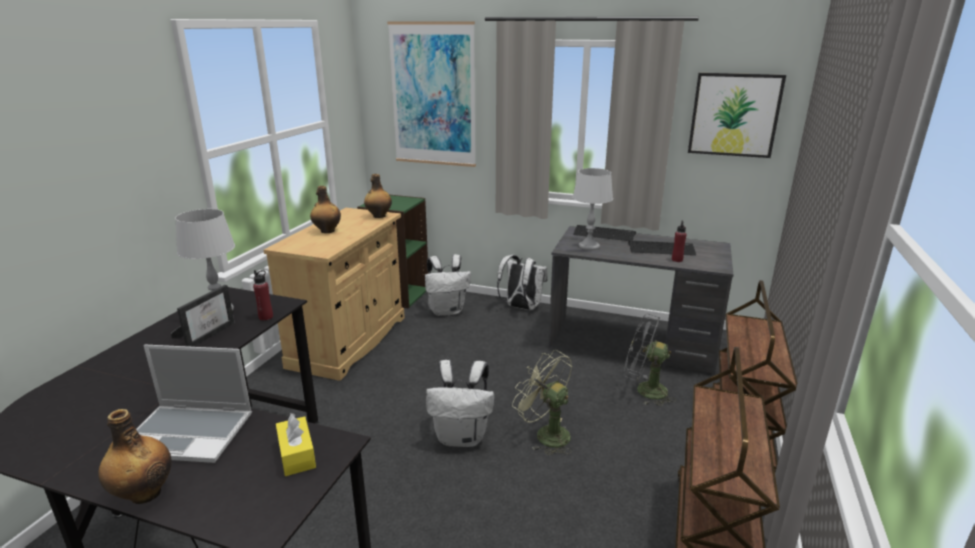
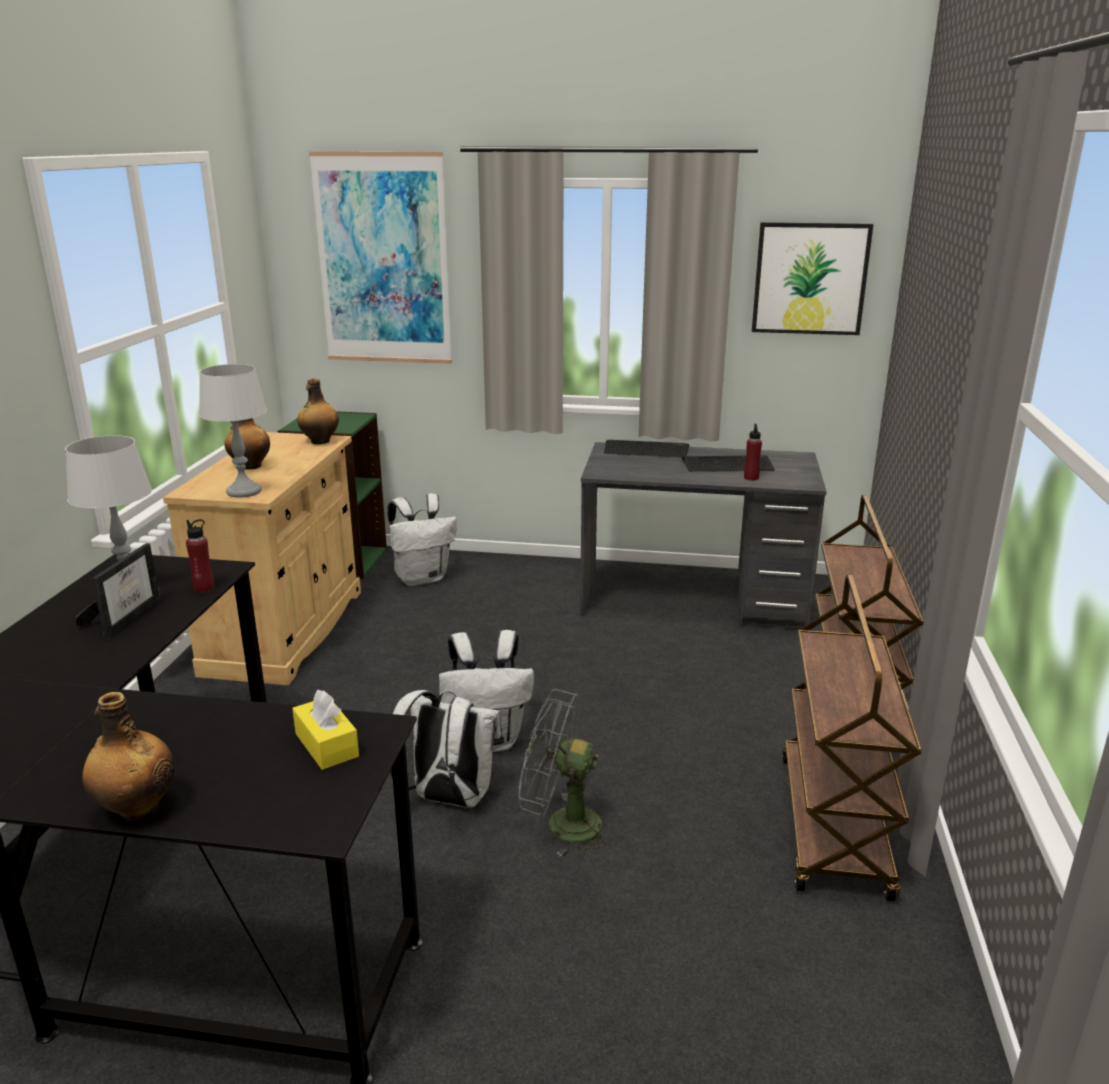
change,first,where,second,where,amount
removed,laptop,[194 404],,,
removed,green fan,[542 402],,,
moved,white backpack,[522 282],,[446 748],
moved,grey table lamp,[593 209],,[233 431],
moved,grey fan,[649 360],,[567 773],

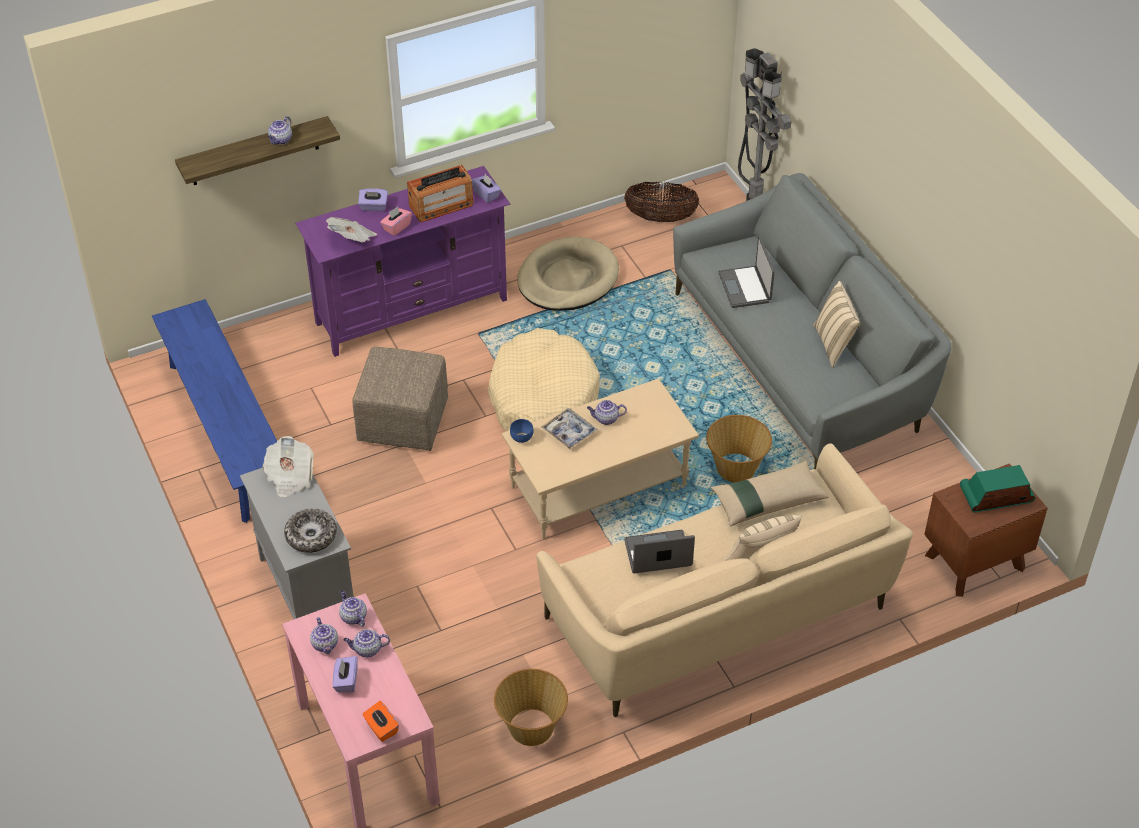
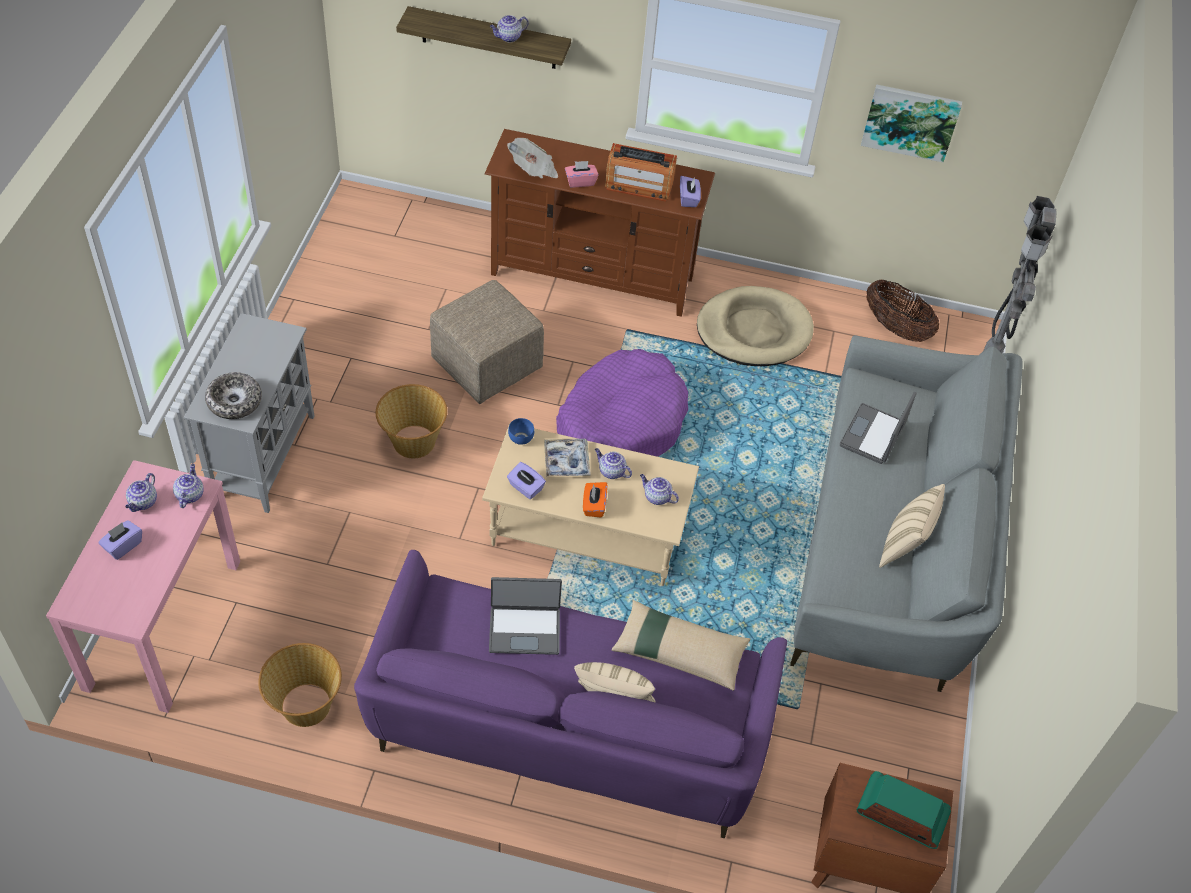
change,first,where,second,where,amount
removed,blue bench,[214 411],,,
removed,newspaper,[288 467],,,
added,,,picture,[911 123],
moved,teapot,[366 643],,[659 489],
moved,purple tissue box,[373 199],,[526 480],
moved,orange tissue box,[380 721],,[595 499],
moved,basket,[739 449],,[411 421],
recoloured,purple tv stand,[402 261],brown tv stand,[600 223],
recoloured,beige dog bed,[544 379],purple dog bed,[622 403],
recoloured,beige sofa,[724 580],purple sofa,[570 694],
turned,laptop,[659 552],,[525 616],150 degrees clockwise

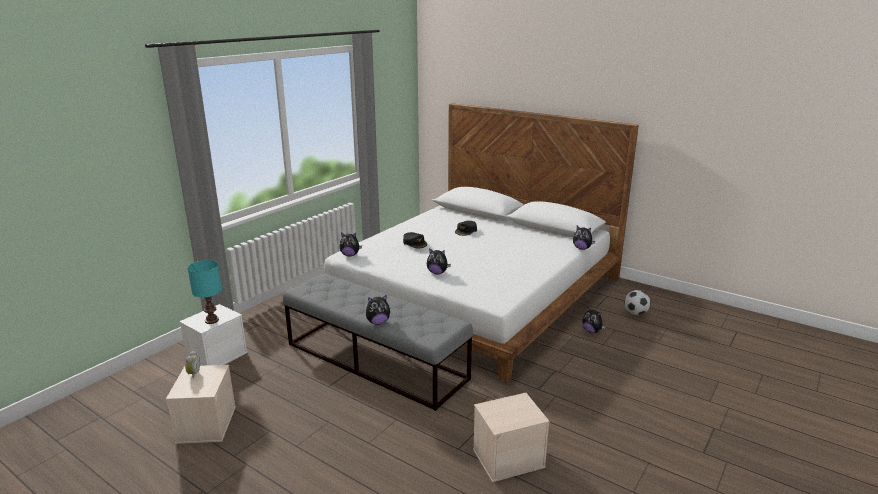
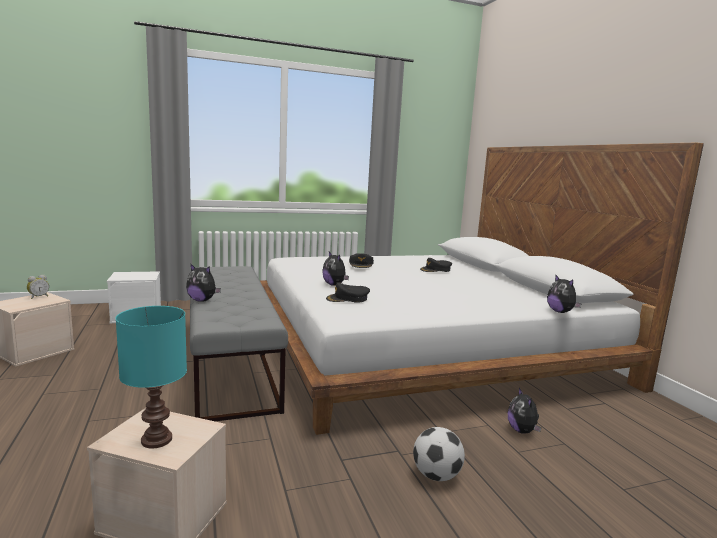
change,first,where,second,where,amount
removed,plush toy,[351 244],,,
added,,,black cap,[348 292],
moved,turquoise table lamp,[205 292],,[151 377],
moved,football,[637 302],,[439 454],

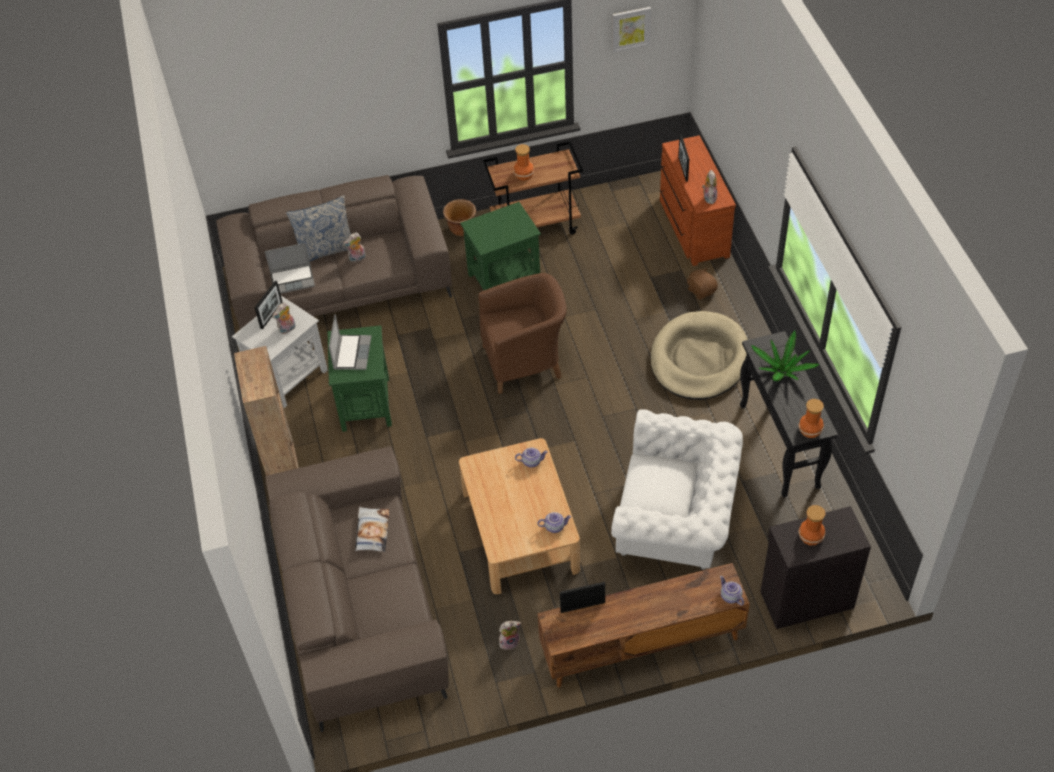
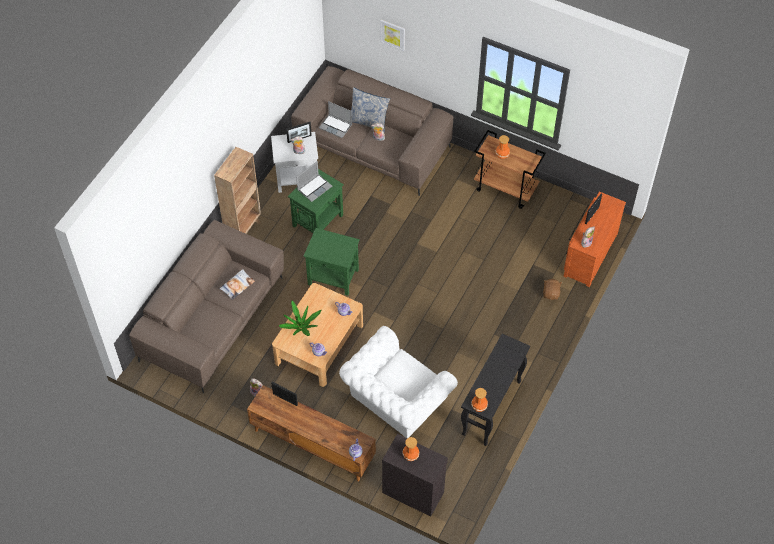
change,first,where,second,where,amount
removed,brown planter,[459 217],,,
removed,brown armchair,[522 333],,,
removed,beige dog bed,[699 355],,,
moved,green side table,[500 246],,[331 262],
moved,picture,[631 30],,[392 35],
moved,potted plant,[785 355],,[300 318],
turned,white armchair,[677 489],,[398 382],75 degrees clockwise

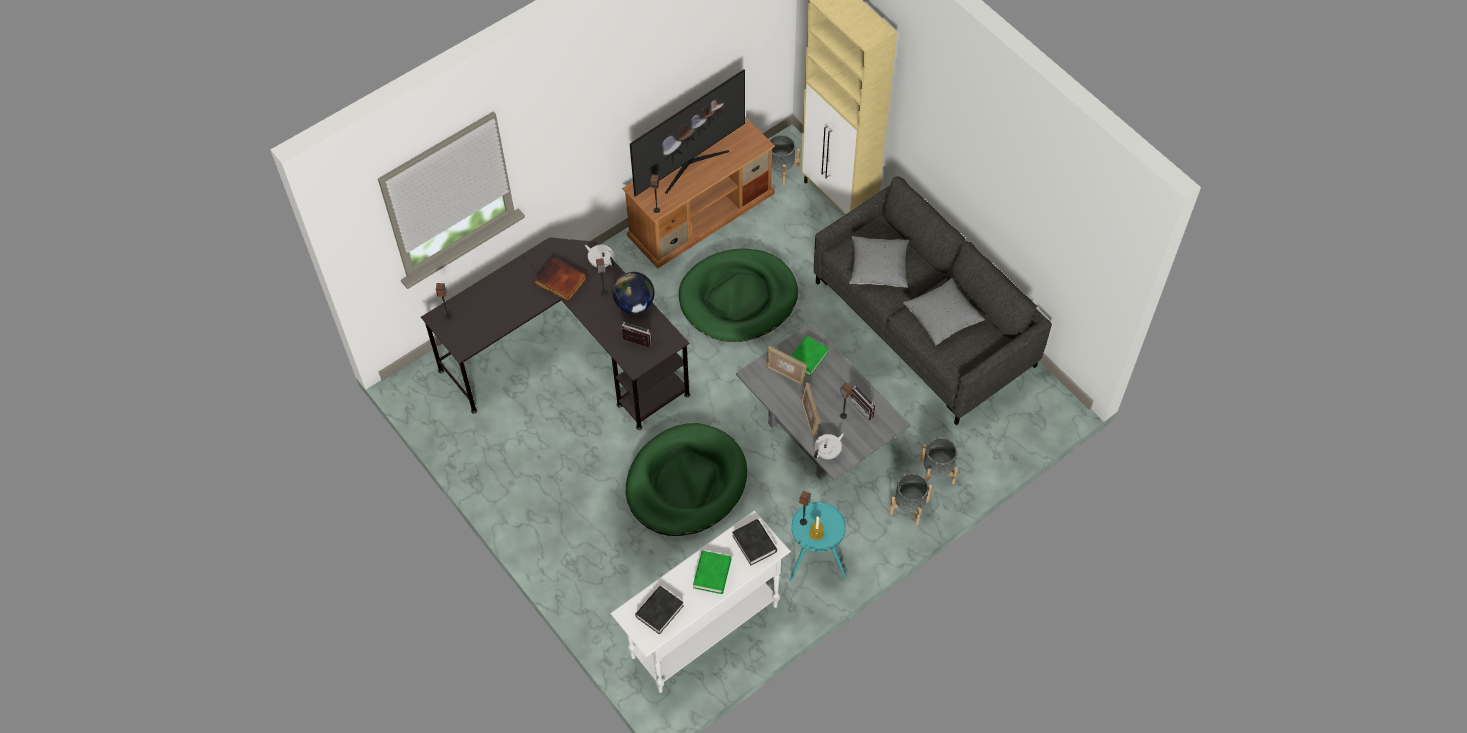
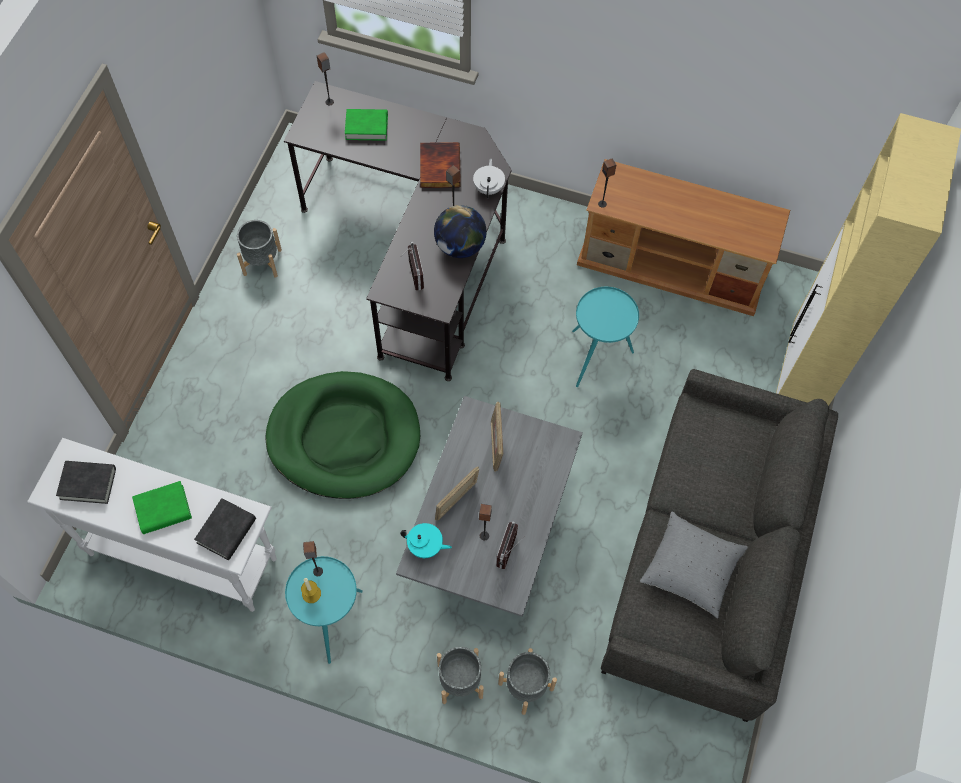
change,first,where,second,where,amount
removed,television,[687 133],,,
removed,grey pillow,[879 262],,,
moved,grey planter,[784 160],,[259 249],
moved,green book,[810 356],,[366 125],
replaced,green dog bed,[738 295],turquoise side table,[605 337],
recoloured,white teapot,[829 446],turquoise teapot,[426 540],

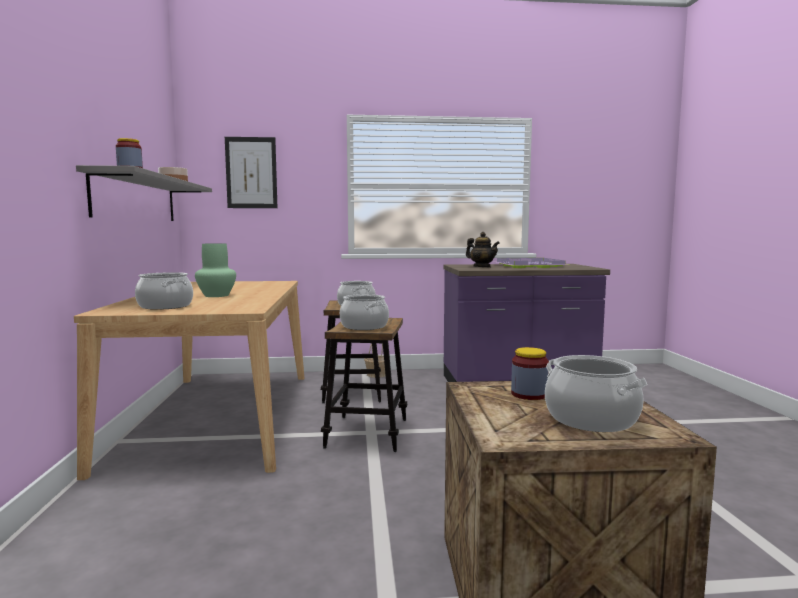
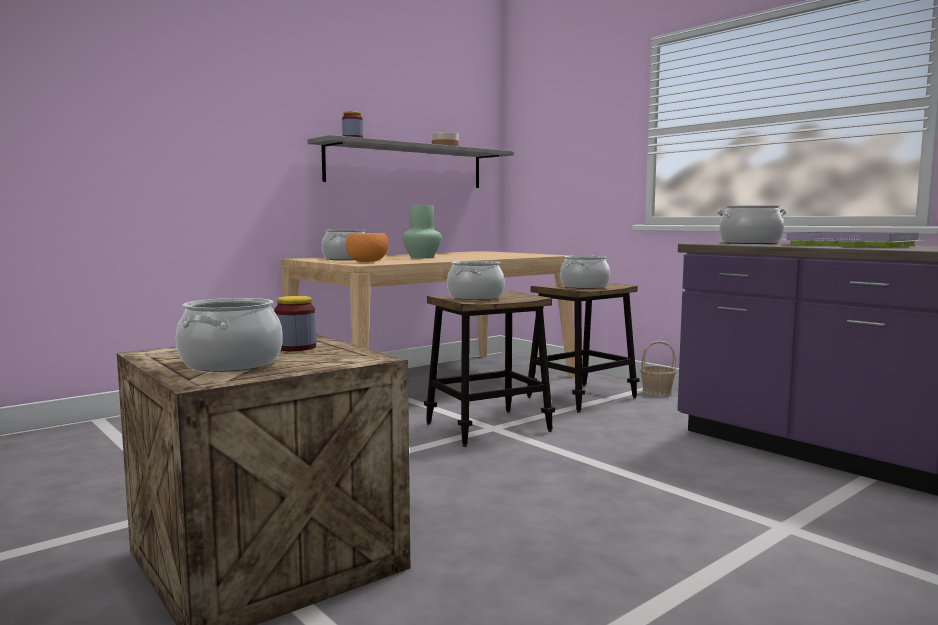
change,first,where,second,where,amount
removed,picture,[251 172],,,
added,,,orange bowl,[367 247],
replaced,teapot,[483 249],cooking pot,[752 225],

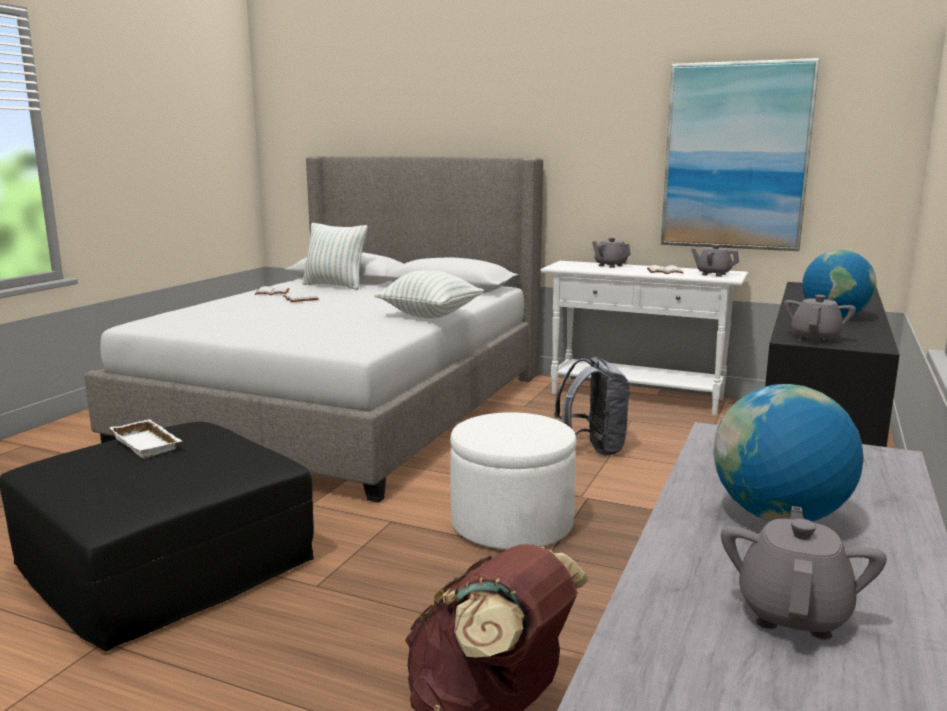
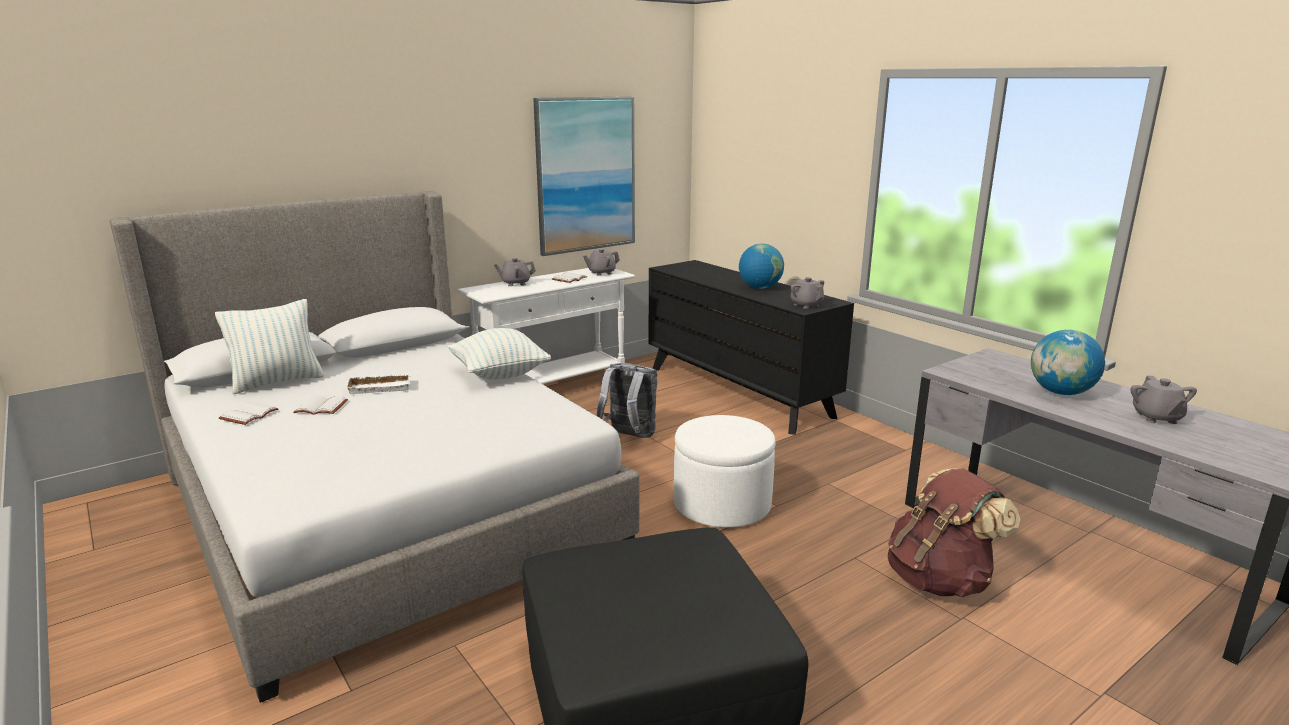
change,first,where,second,where,amount
moved,white tray,[145 439],,[378 384],
turned,grey teapot,[804 573],,[1164 400],135 degrees counterclockwise

